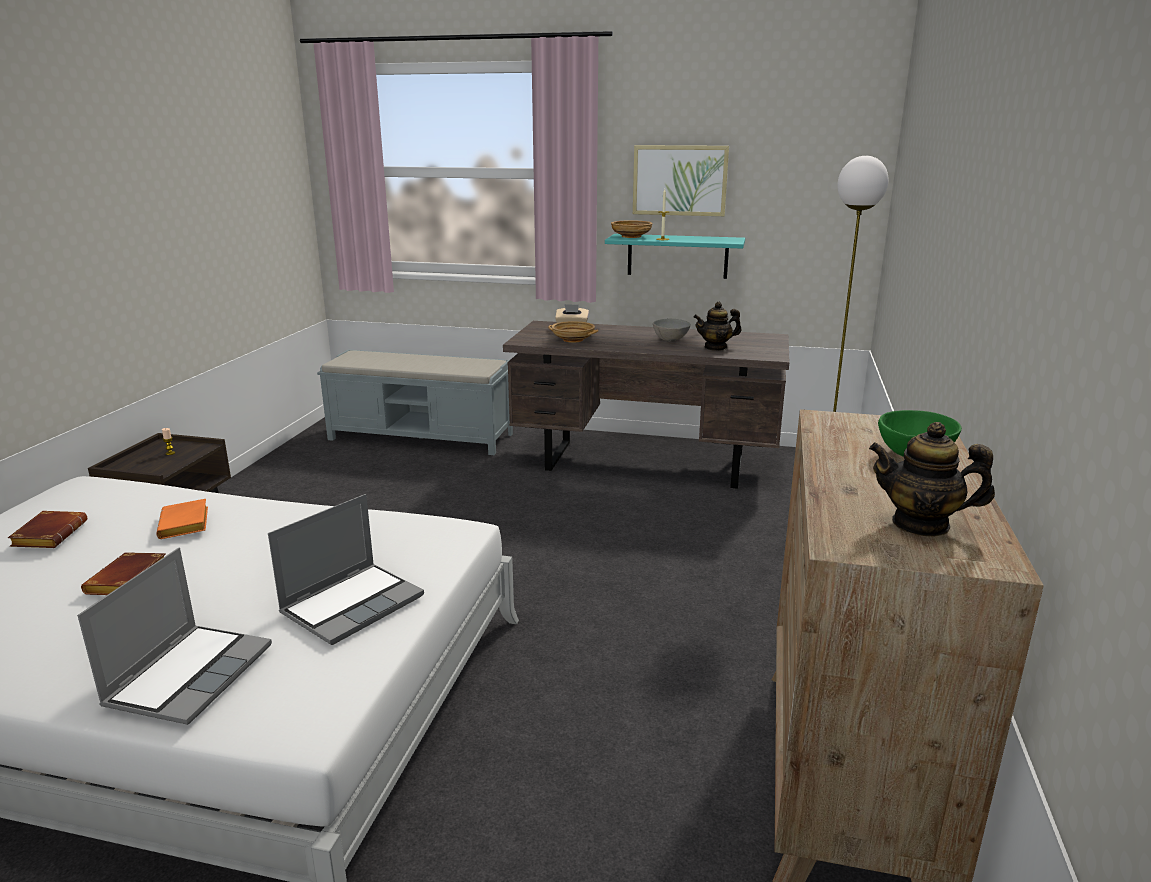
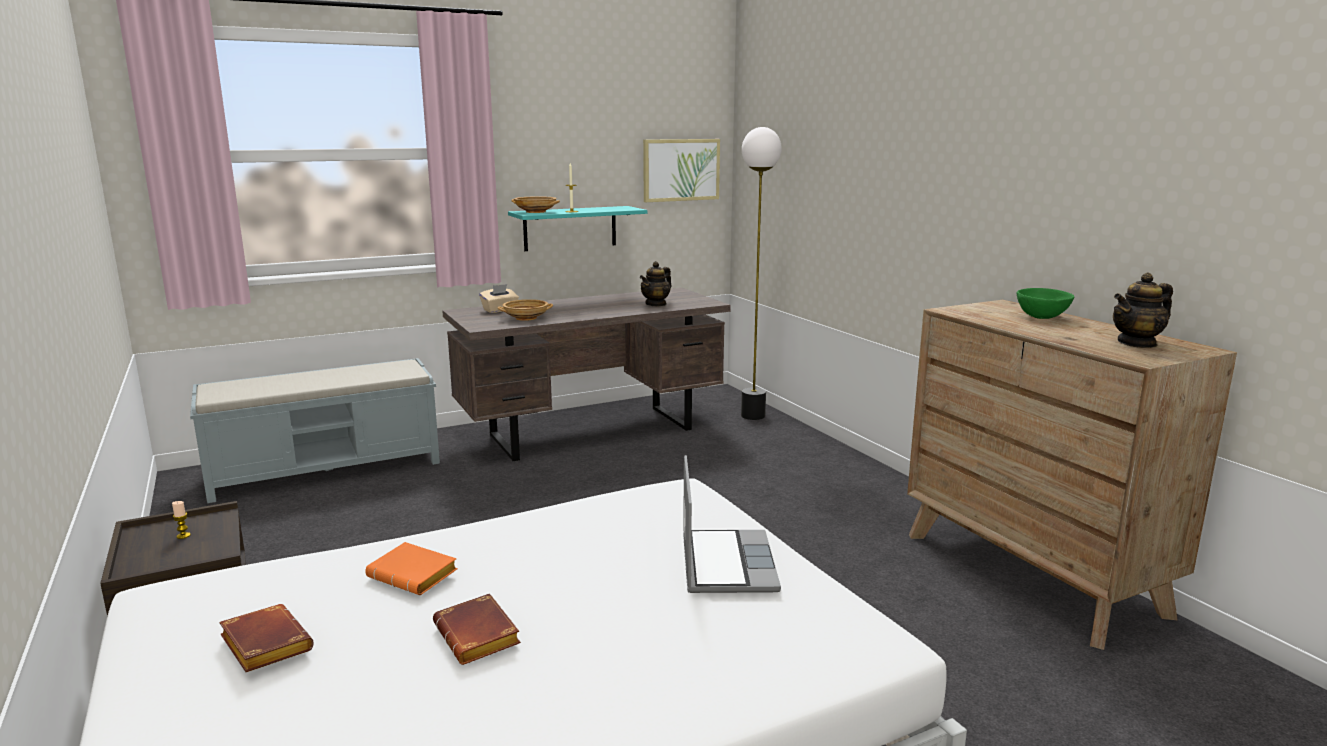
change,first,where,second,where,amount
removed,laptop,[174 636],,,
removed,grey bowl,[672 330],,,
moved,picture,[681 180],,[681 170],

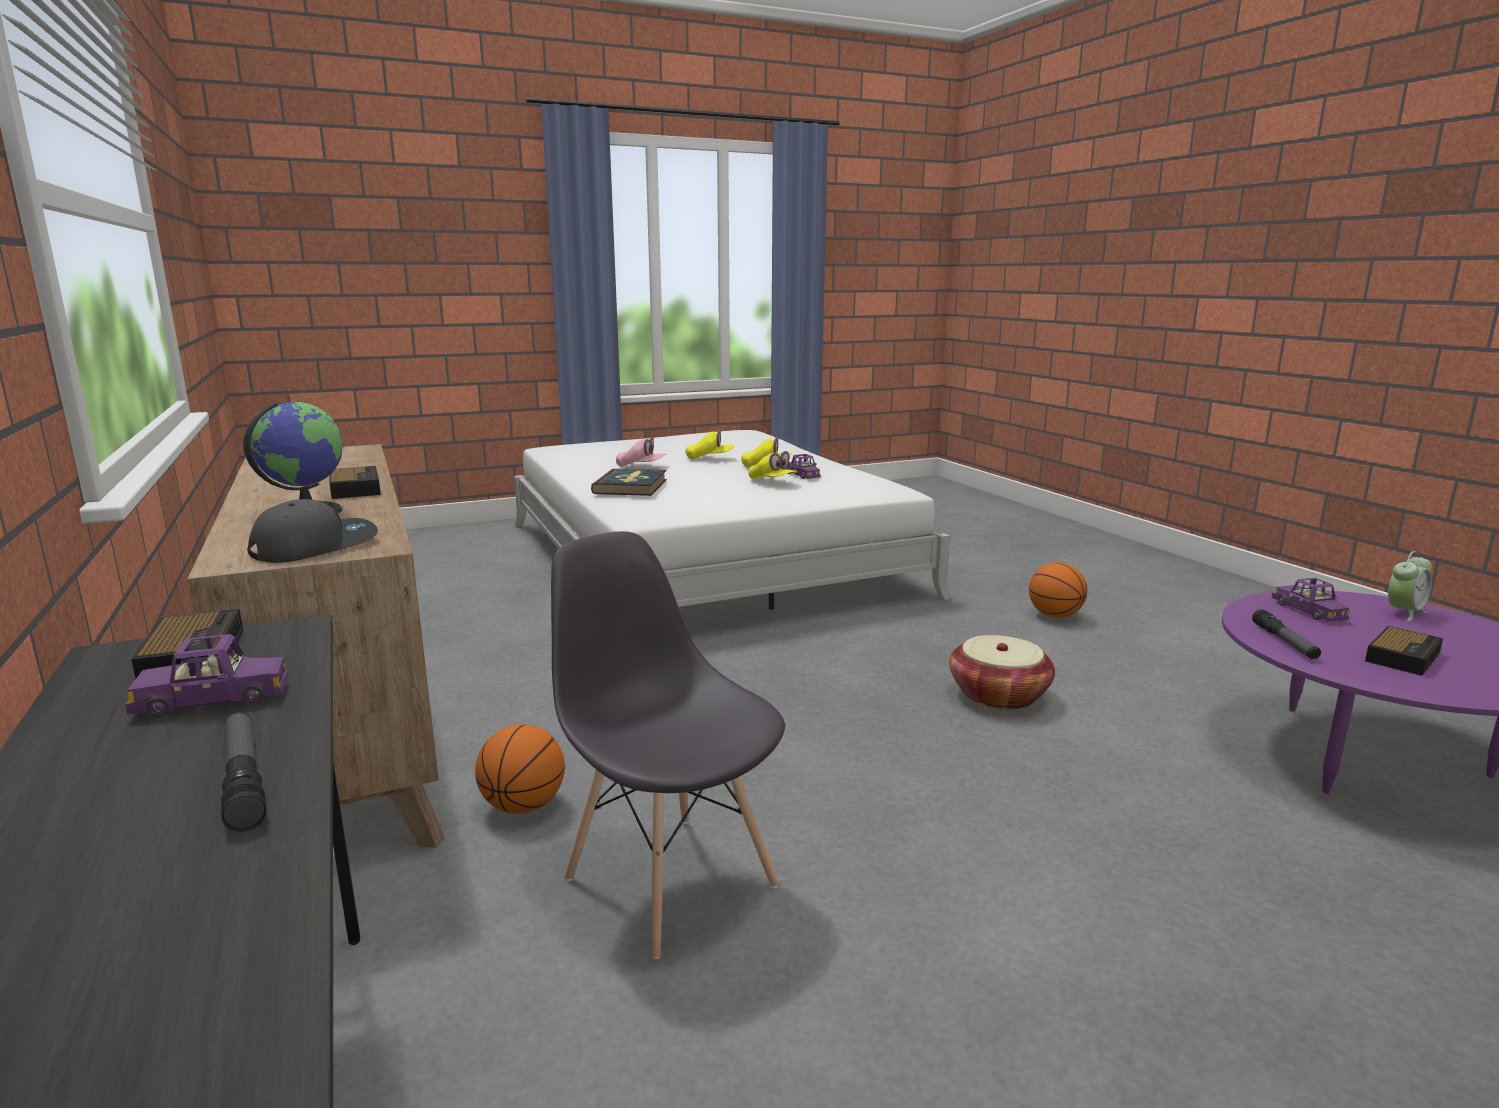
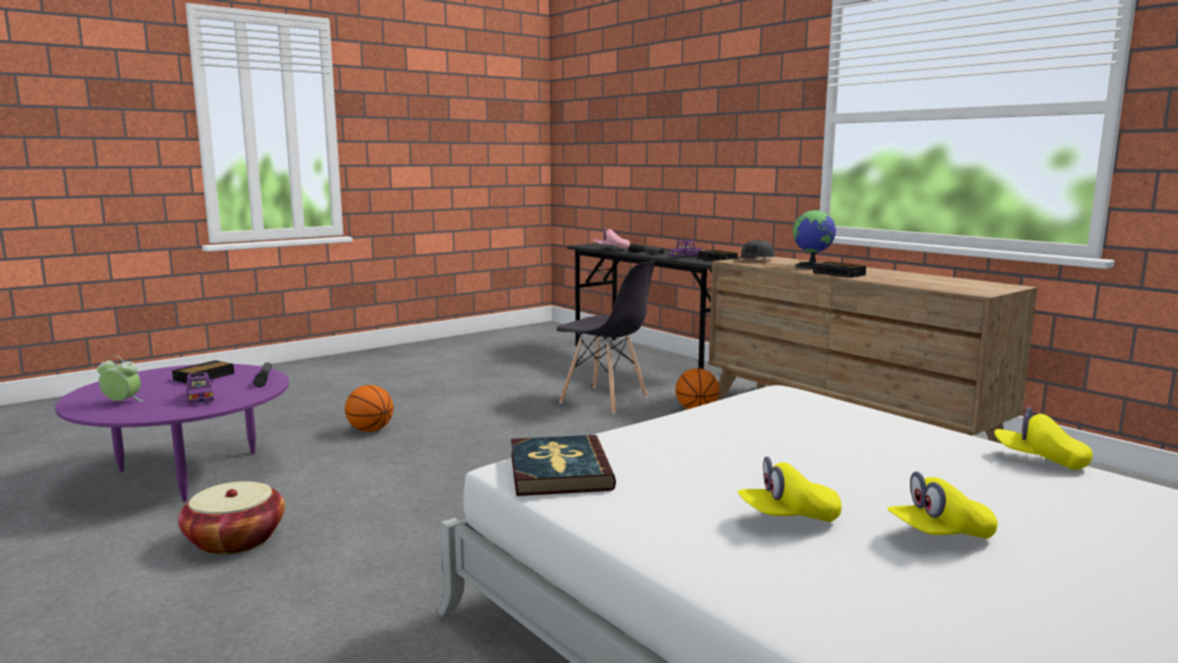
change,first,where,second,where,amount
removed,purple toy car,[803 466],,,
moved,book,[629 482],,[563 465],
moved,pink cap,[641 452],,[611 238],
moved,yellow cap,[773 465],,[1043 438],
moved,basket,[1002 672],,[231 518],
moved,basketball,[1058 590],,[369 408],
turned,alarm clock,[1410 586],,[120 379],60 degrees clockwise

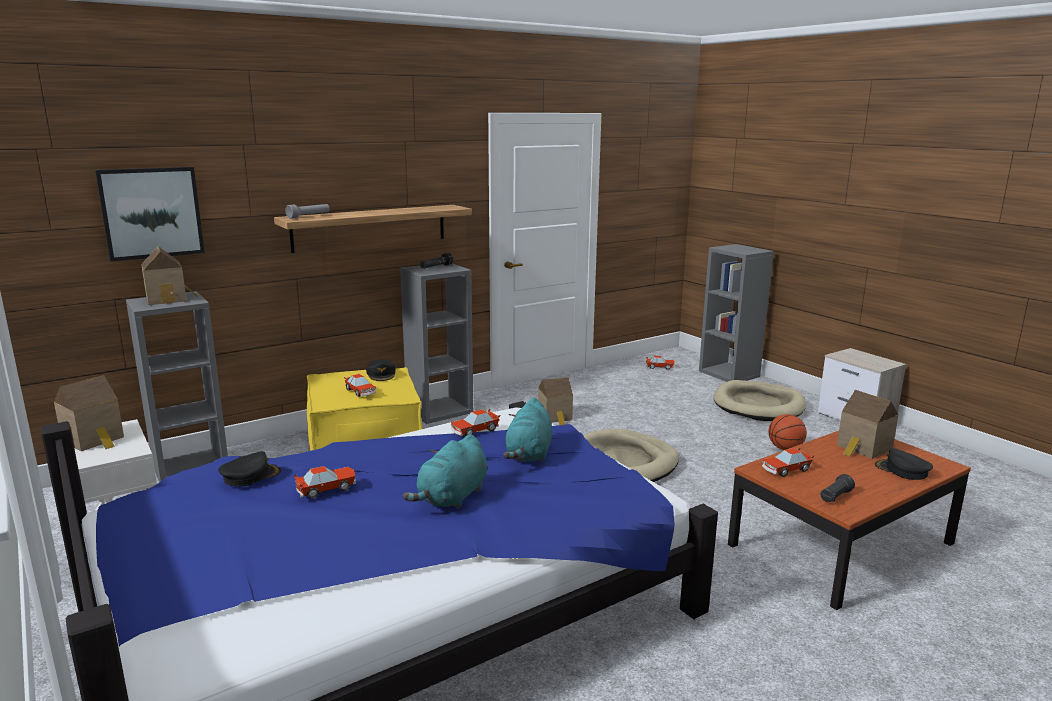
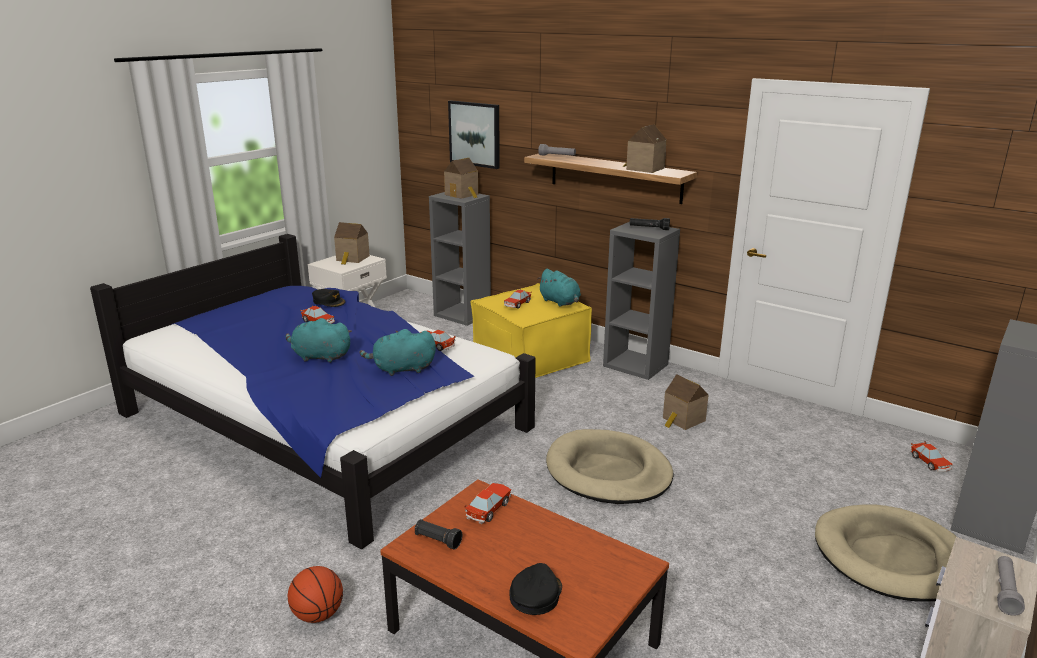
change,first,where,second,where,amount
added,,,grey flashlight,[1011 586],
moved,basketball,[787 432],,[315 594],
moved,toy house,[867 424],,[645 148],
replaced,black cap,[381 370],turquoise plush toy,[559 288],
turned,toy car,[788 462],,[487 503],75 degrees clockwise

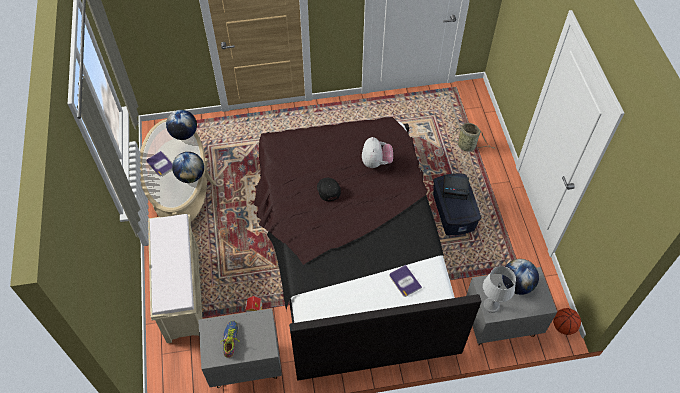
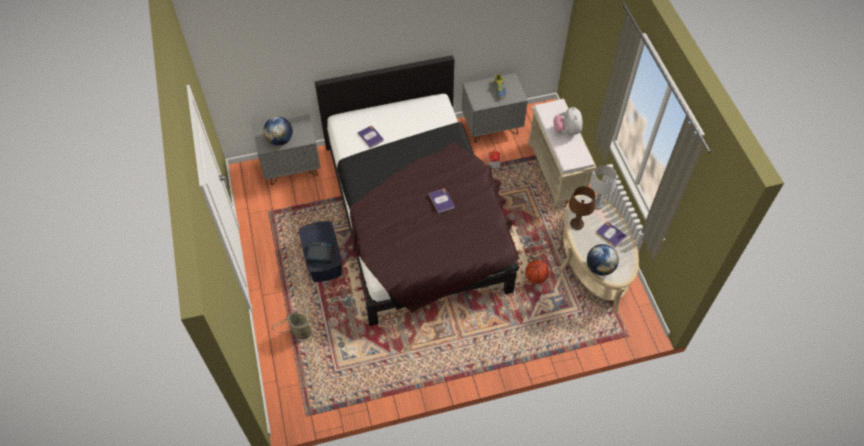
change,first,where,second,where,amount
moved,plush toy,[377 152],,[567 121],
moved,grey table lamp,[499 289],,[603 187],
moved,basketball,[567 321],,[537 272],
replaced,globe,[188 167],brown table lamp,[582 208],
replaced,black cap,[329 189],book,[441 201],

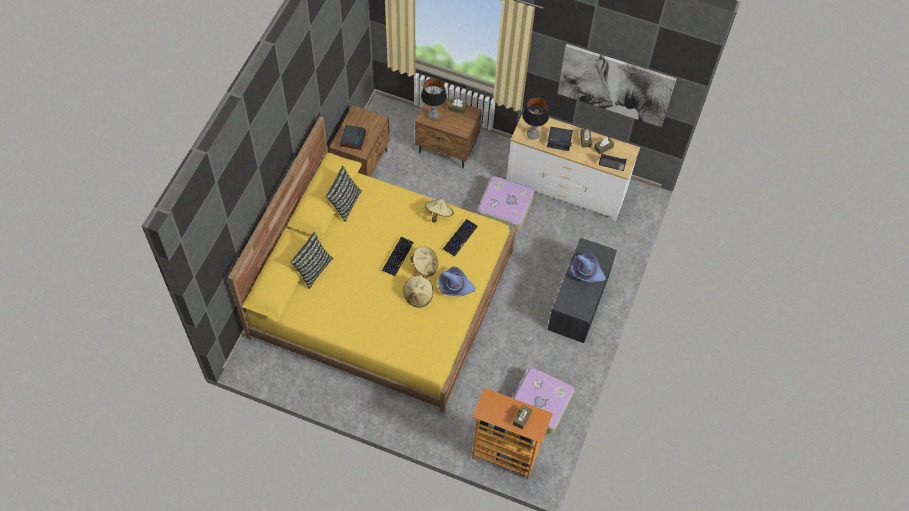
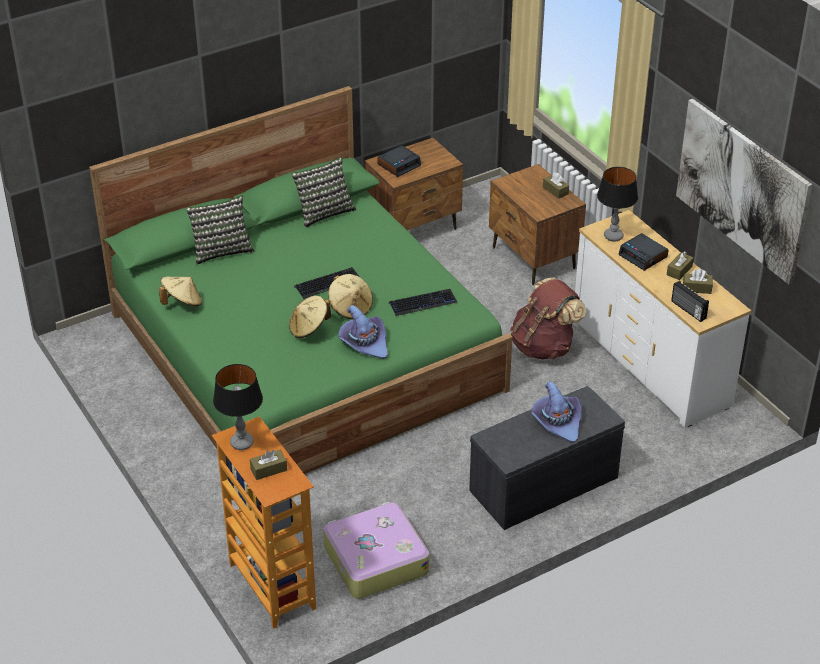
change,first,where,second,where,amount
moved,table lamp,[434 98],,[238 407],
moved,beige hat,[439 210],,[180 291],
replaced,suitcase,[505 204],brown backpack,[548 318],
recoloured,yellow bed,[372 265],green bed,[301 280],

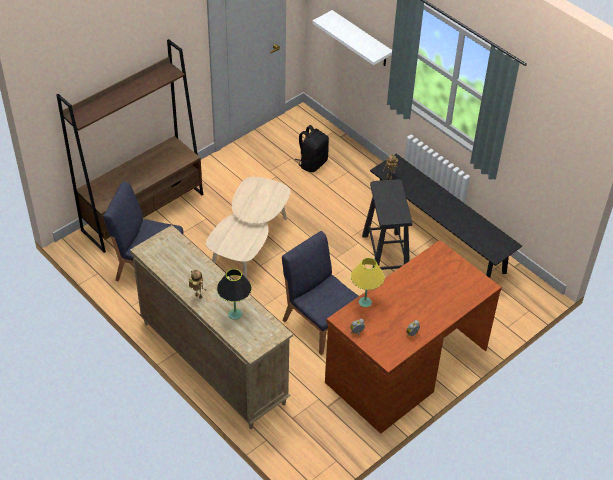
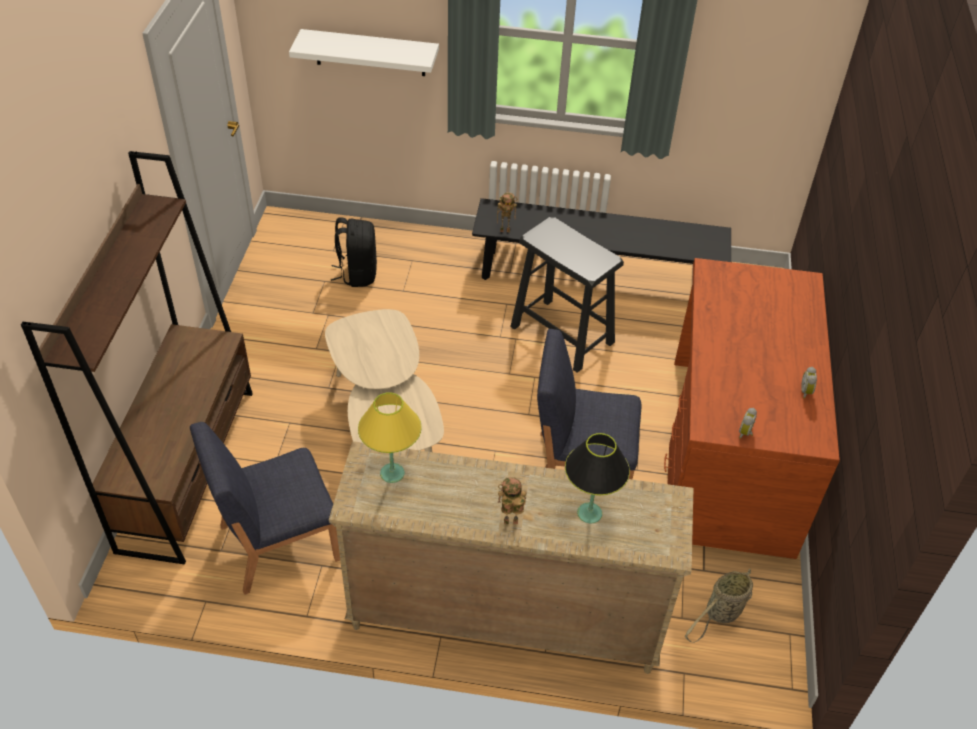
change,first,where,second,where,amount
added,,,basket,[719 606],
moved,yellow table lamp,[368 282],,[390 437],

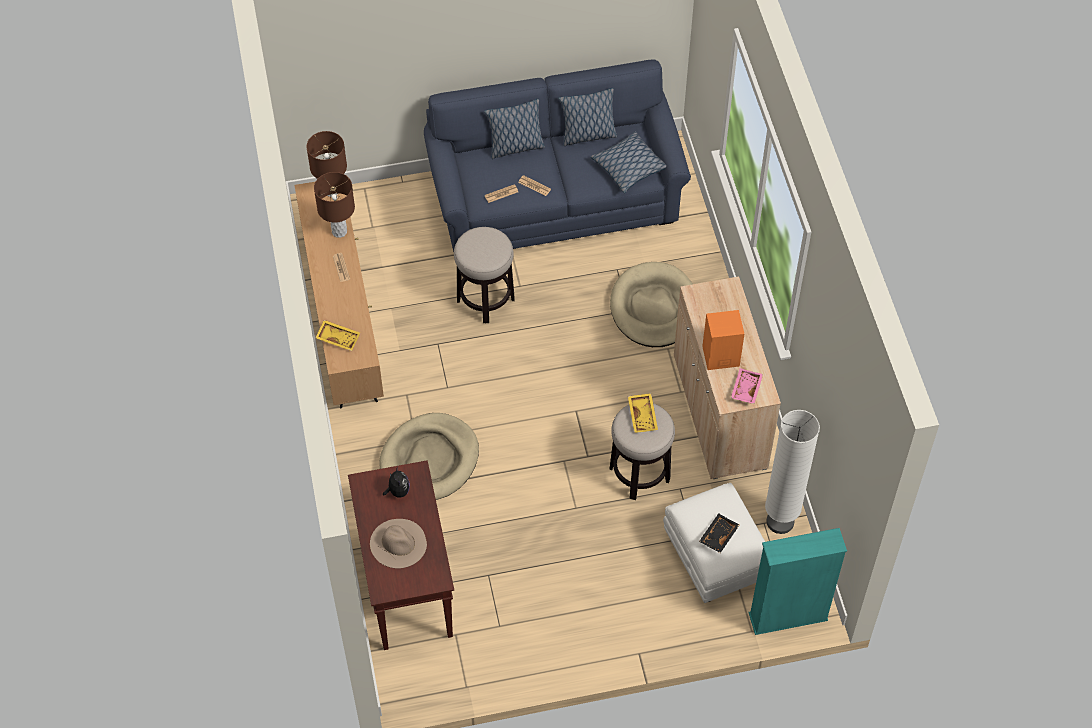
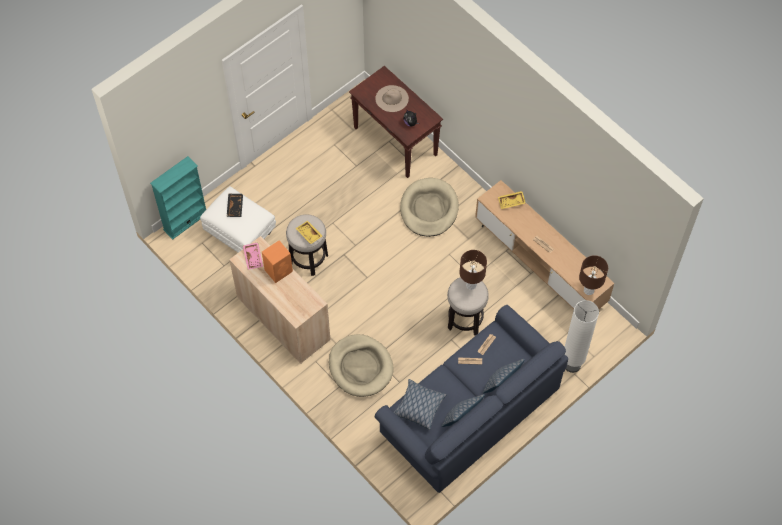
change,first,where,second,where,amount
moved,brown table lamp,[334 205],,[473 270],
moved,white floor lamp,[792 472],,[582 336],

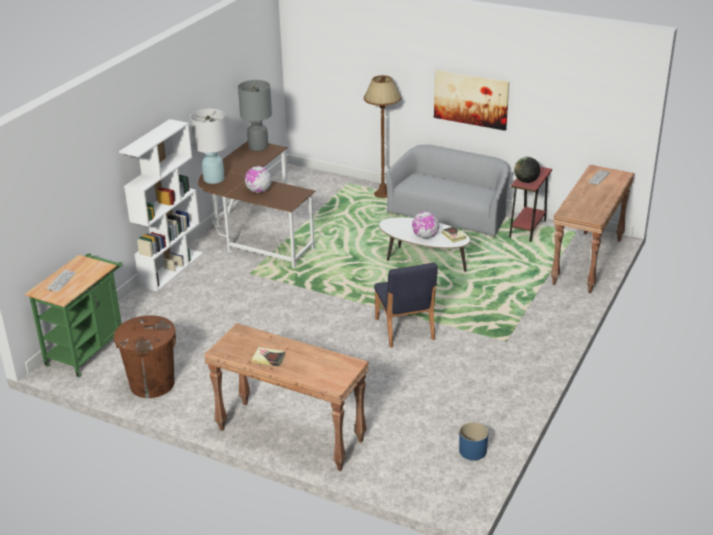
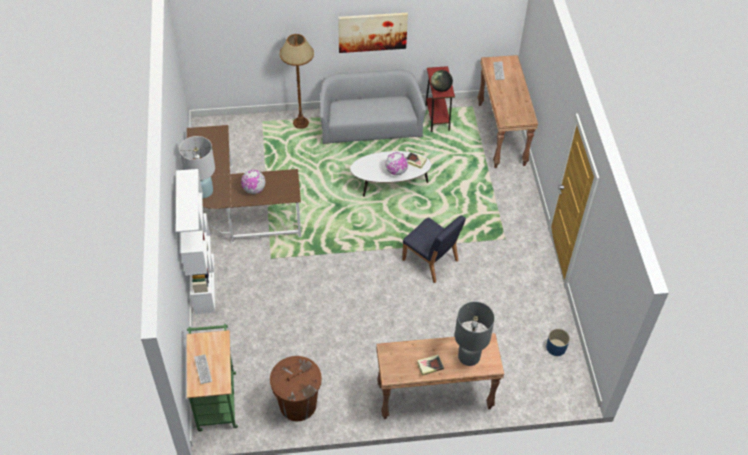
change,first,where,second,where,amount
moved,grey table lamp,[255 115],,[475 333],

